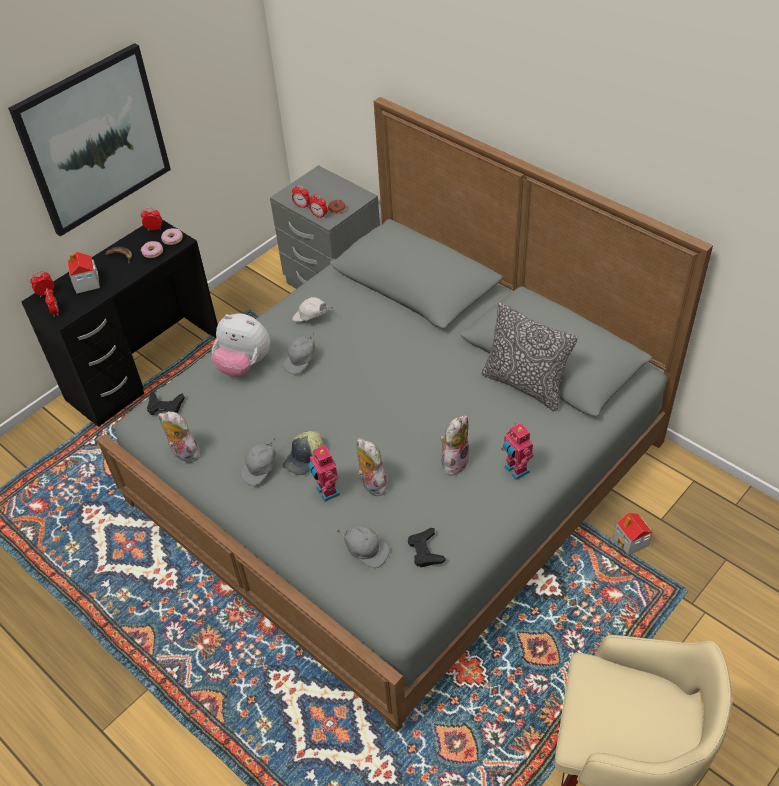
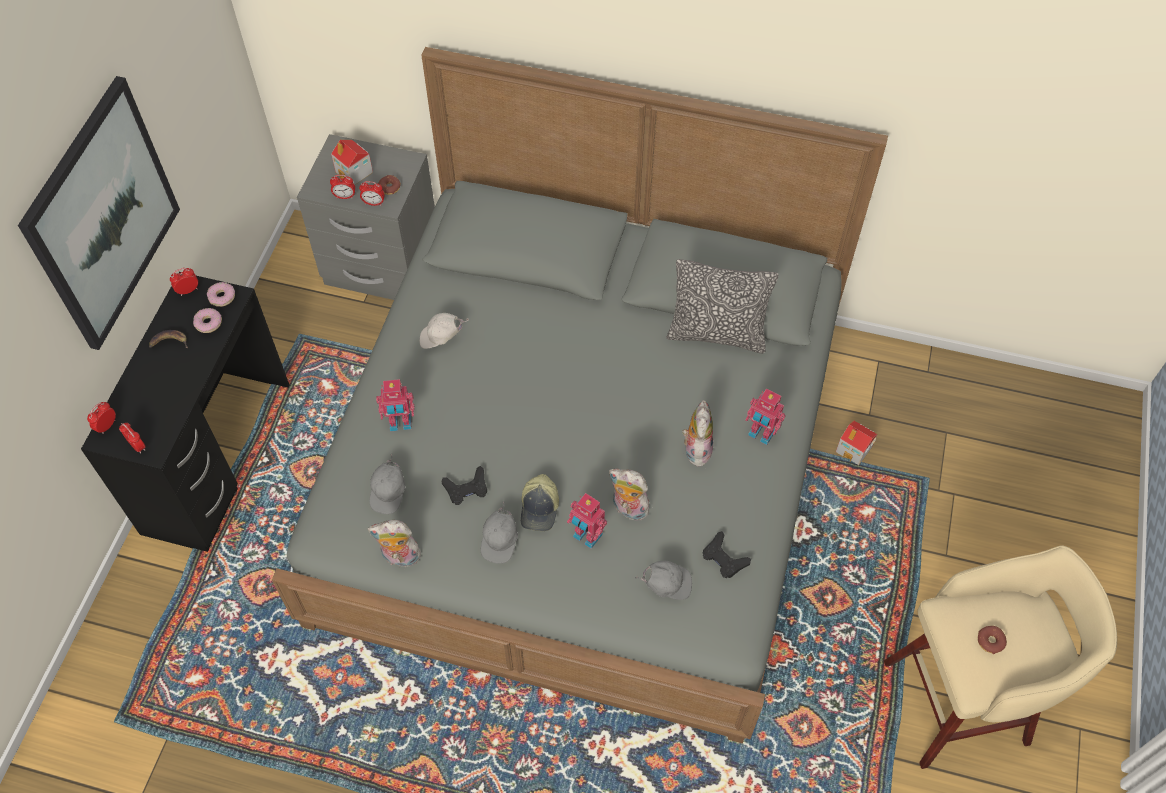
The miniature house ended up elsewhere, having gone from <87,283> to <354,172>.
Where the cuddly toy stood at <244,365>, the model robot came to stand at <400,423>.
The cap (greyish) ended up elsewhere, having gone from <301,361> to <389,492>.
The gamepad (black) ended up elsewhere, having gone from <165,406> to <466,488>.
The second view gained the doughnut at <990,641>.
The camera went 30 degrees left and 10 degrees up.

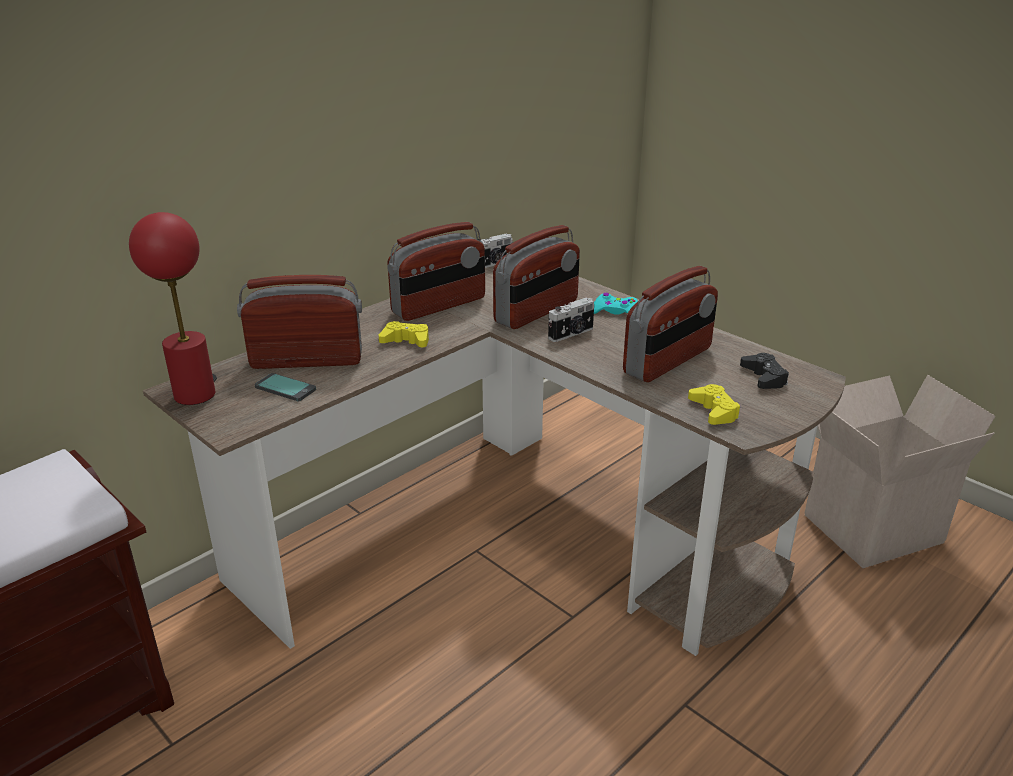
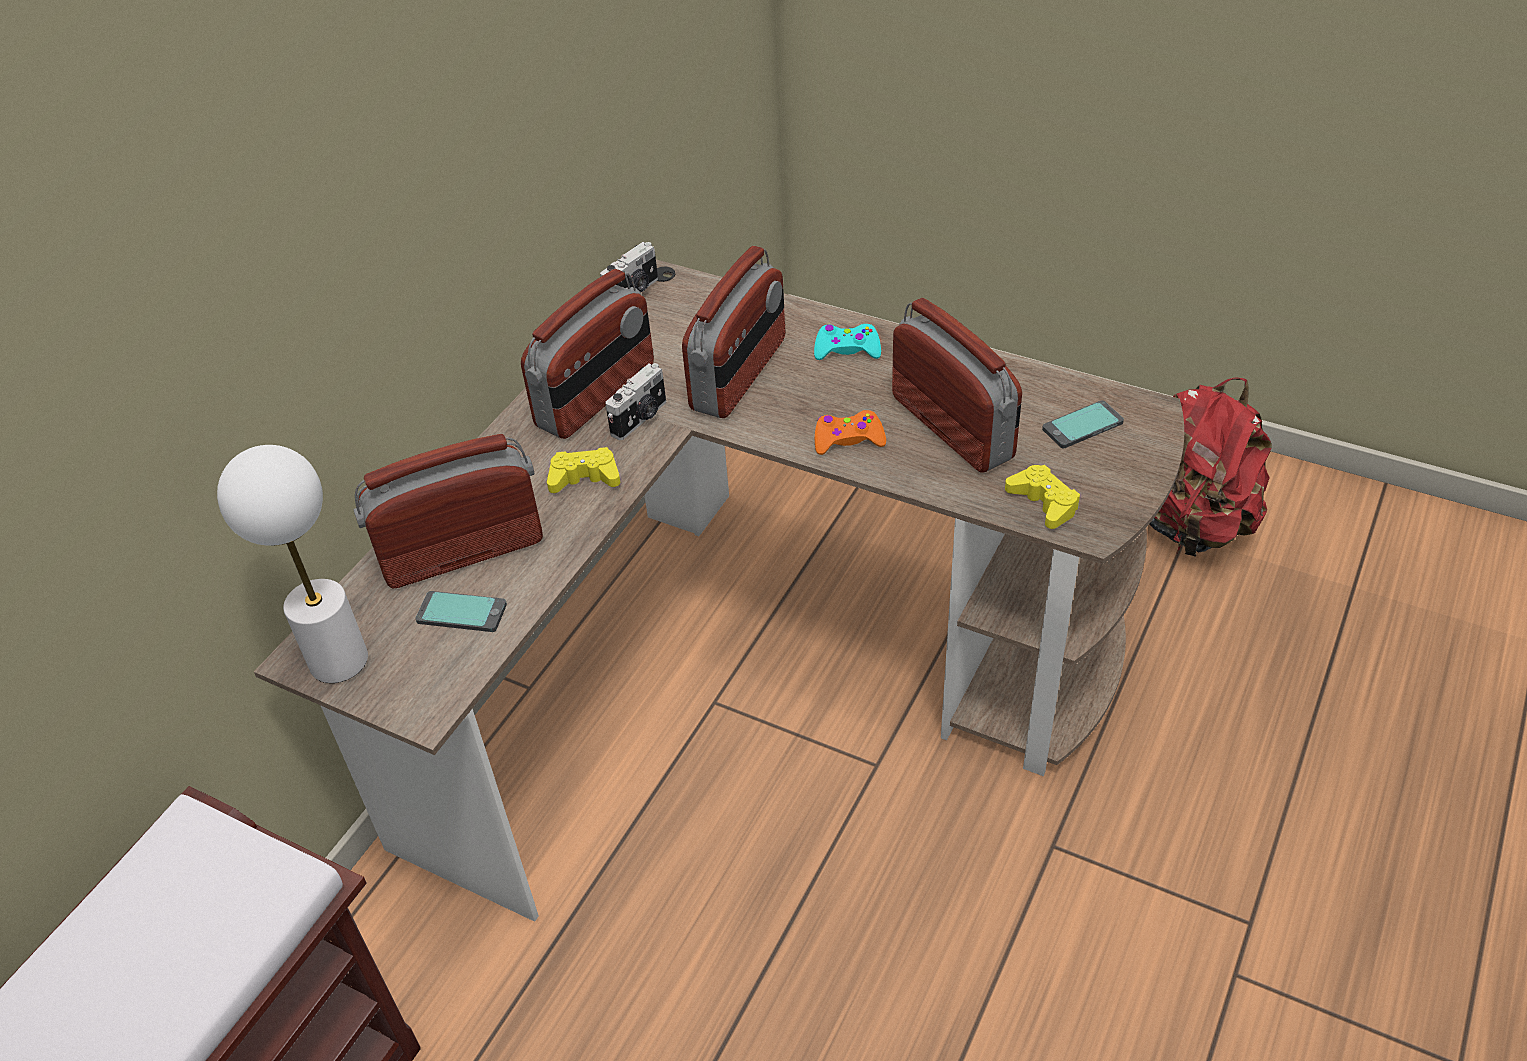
What was the table lamp (red-coloured) at <194,395> turned into the table lamp (white-coloured) at <339,661>.
The radio at <668,361> ended up facing another way, 60 degrees counterclockwise from before.
The still camera ended up elsewhere, having gone from <572,334> to <641,418>.
Where the gamepad (black) stood at <764,377>, the handset came to stand at <1083,426>.
Where the cardboard box stood at <871,526>, the knapsack (red-coloured) came to stand at <1192,525>.
The second view gained the gamepad (orangey) at <848,439>.
The camera went 15 degrees left and 15 degrees up.

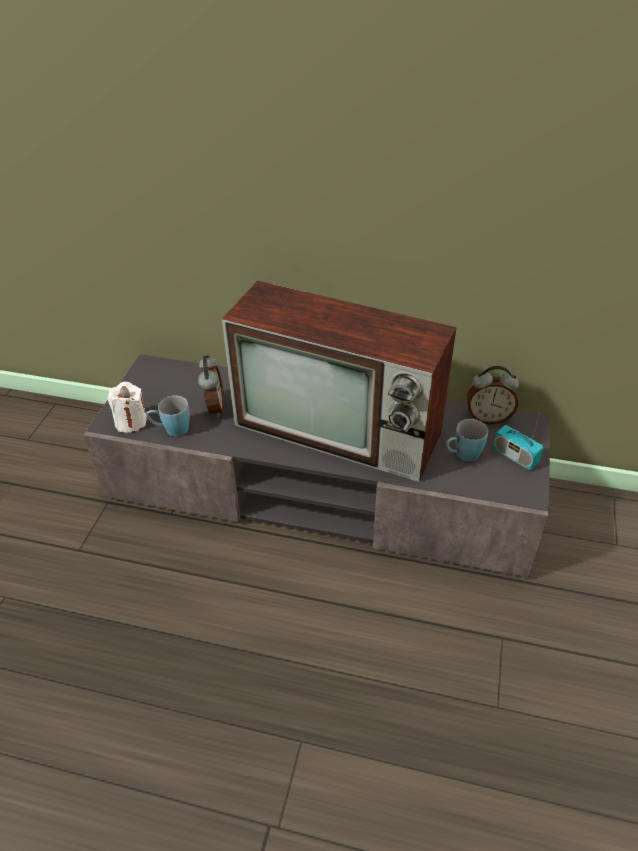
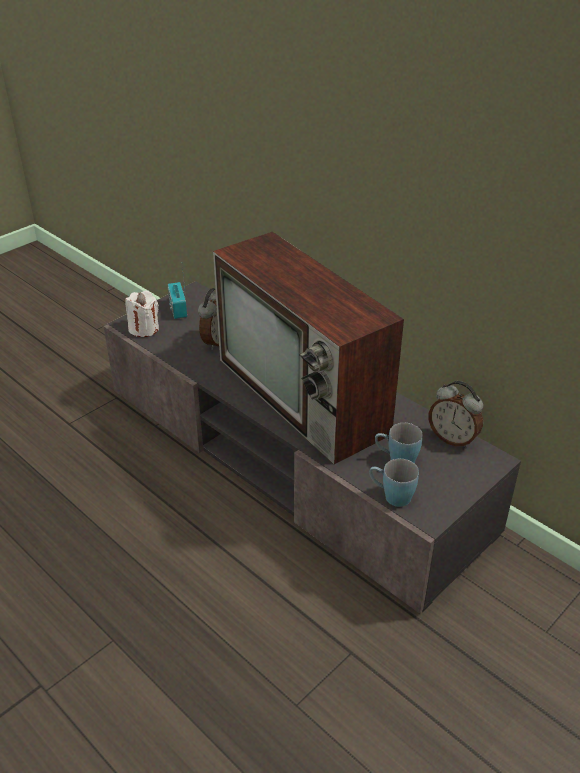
The coffee mug (bluish) ended up elsewhere, having gone from <171,430> to <391,496>.
The radio ended up elsewhere, having gone from <515,456> to <178,309>.
The camera went 30 degrees right and 5 degrees down.

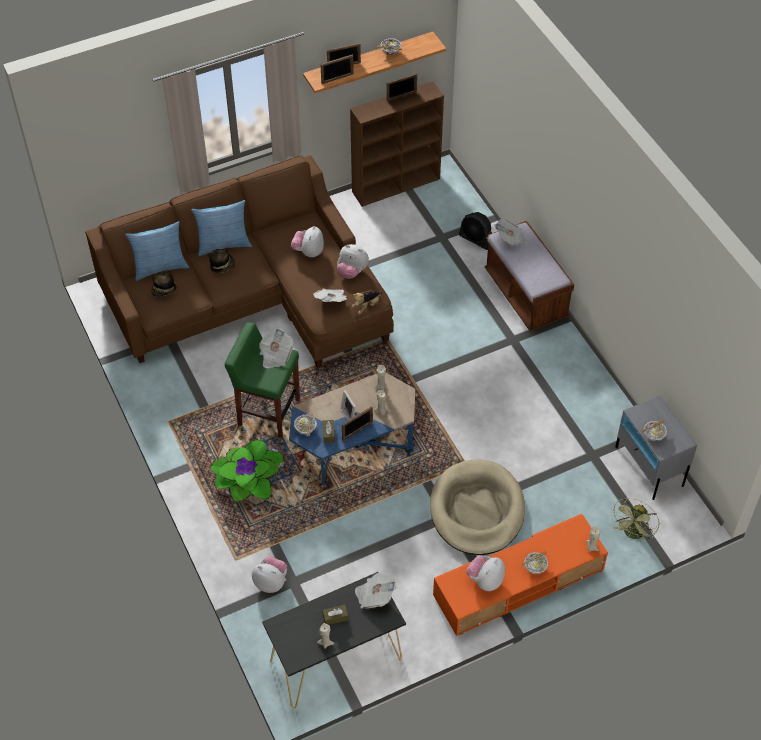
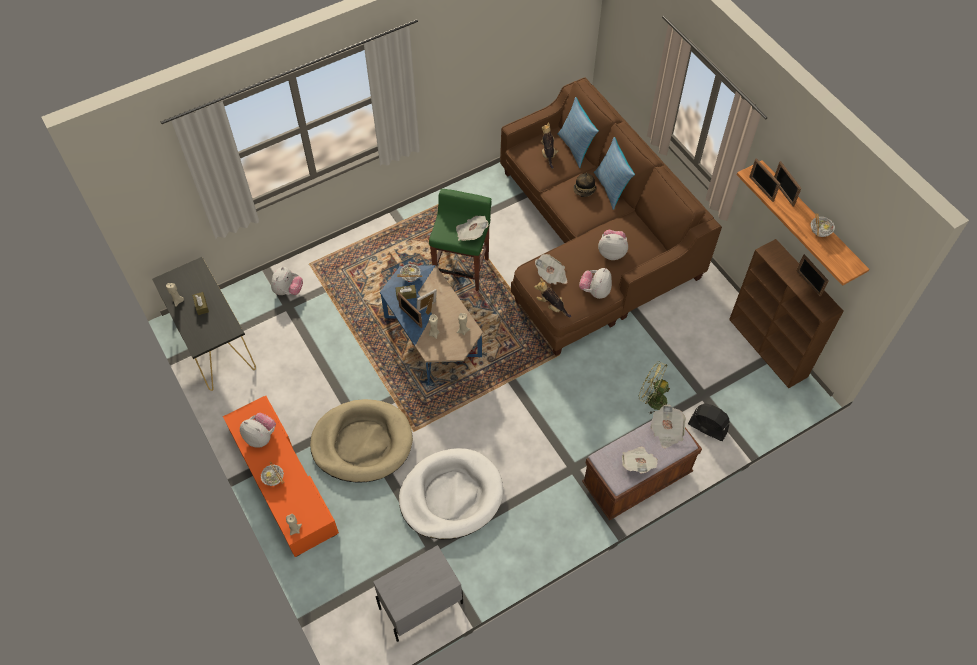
The fan (black) at <476,239> ended up facing another way, 90 degrees clockwise from before.
Where the hat stood at <164,290>, the cuddly toy came to stand at <548,153>.
The second view lost the deep dish at <653,435>.
The second view lost the plant in a pot at <249,481>.
The fan (greenish) ended up elsewhere, having gone from <632,534> to <652,400>.
The newspaper ended up elsewhere, having gone from <374,595> to <638,463>.
The second view gained the dog cushion (white-coloured) at <451,496>.
The camera went 85 degrees right and 5 degrees up.

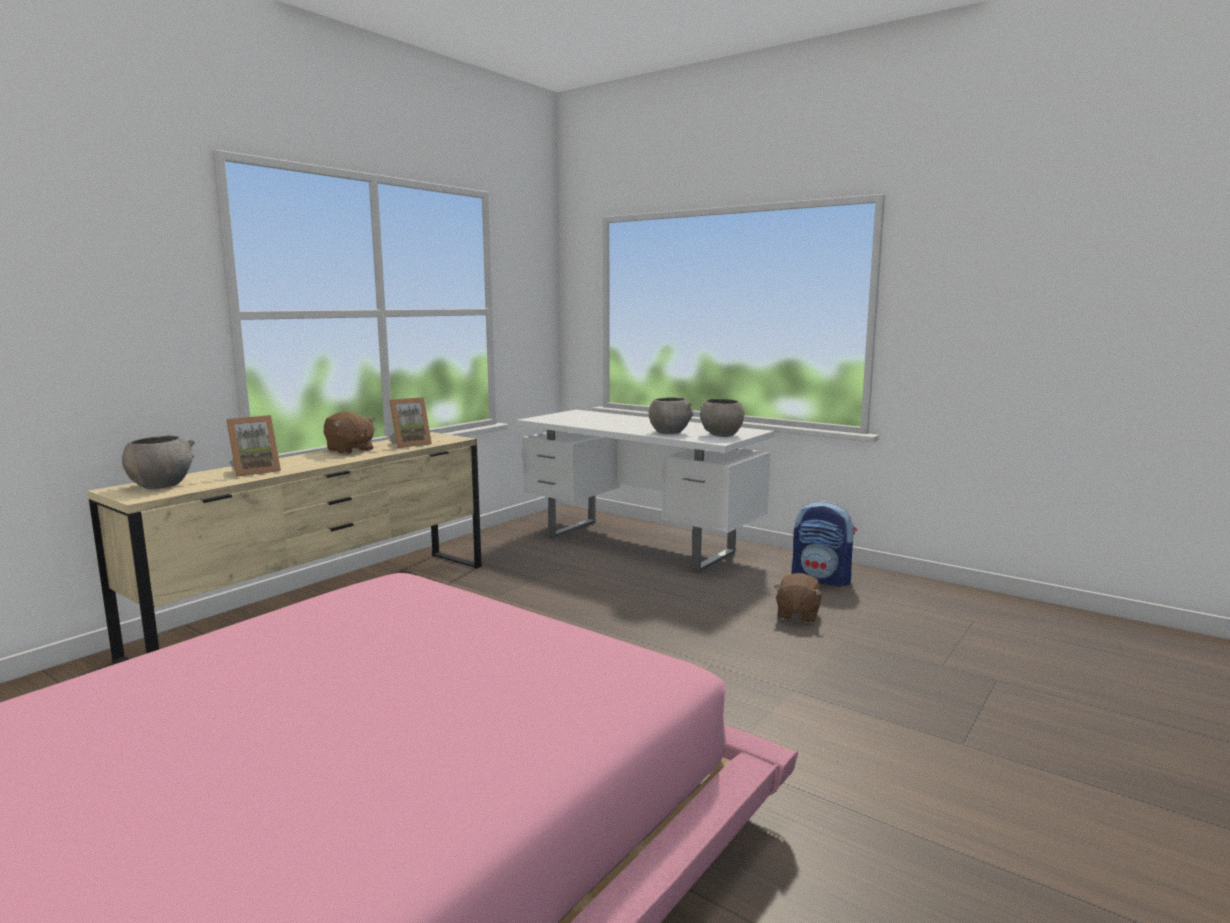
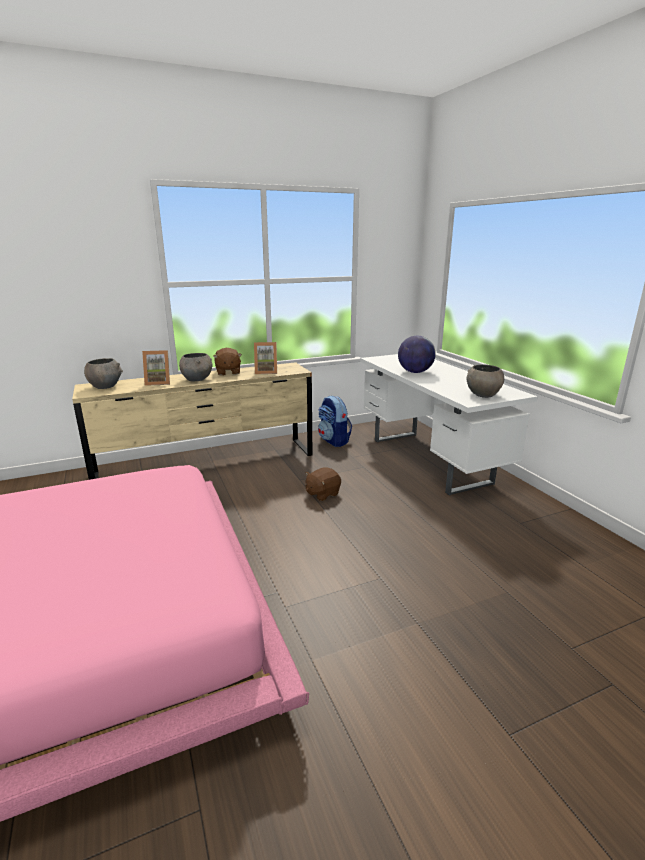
The deep dish (greyish) ended up elsewhere, having gone from <670,432> to <197,379>.
The knapsack ended up elsewhere, having gone from <822,579> to <334,441>.
The cuddly toy (brown-coloured) ended up elsewhere, having gone from <797,615> to <322,494>.
The second view gained the world globe at <415,372>.
The camera went 30 degrees right and 10 degrees up.

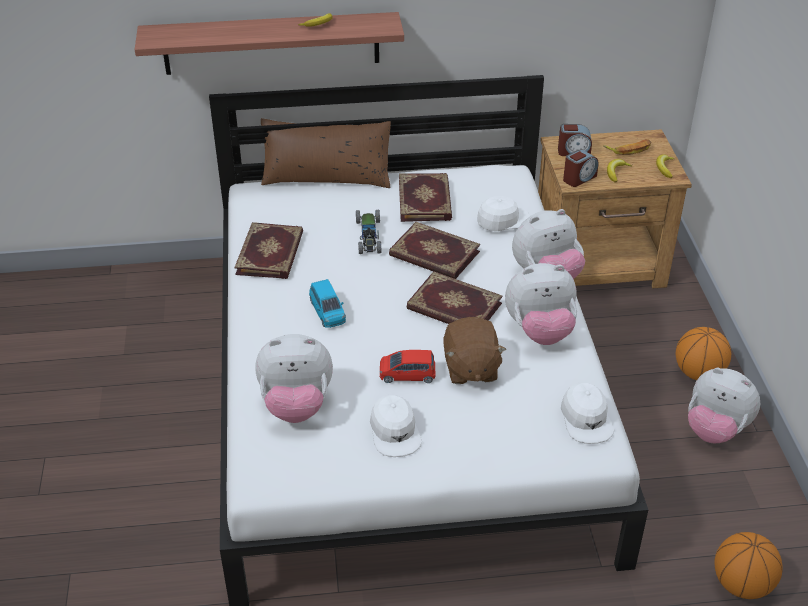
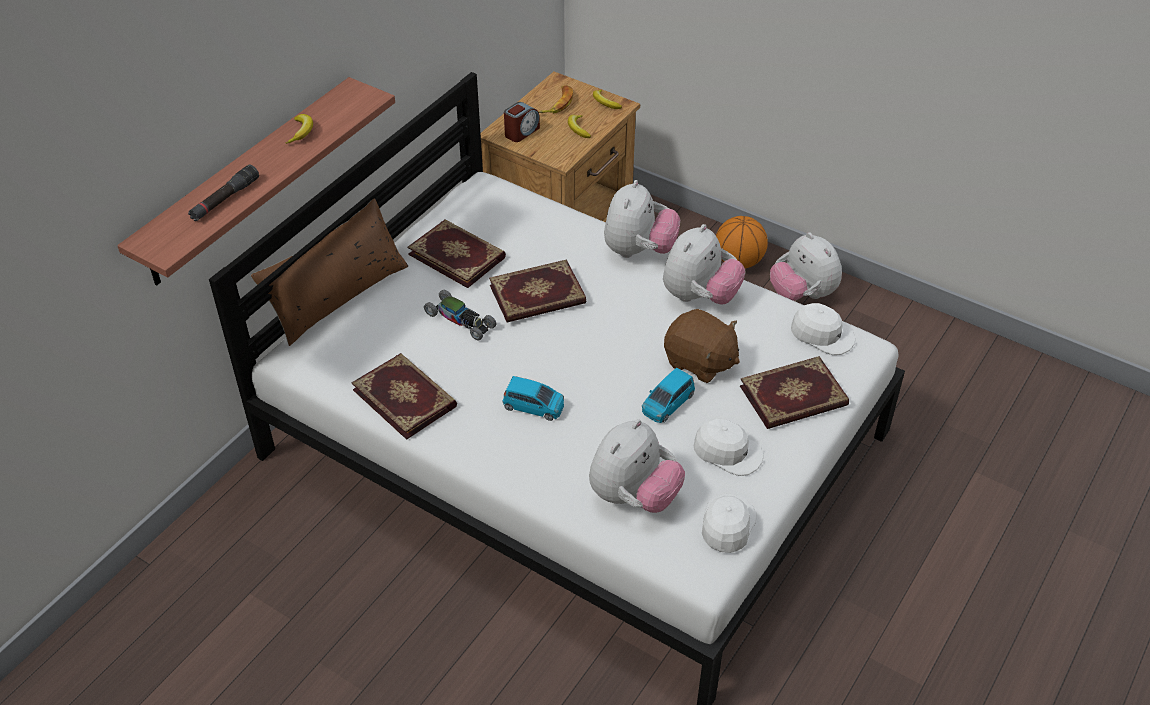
The second view lost the table clock at <579,178>.
The cap (white-coloured) ended up elsewhere, having gone from <502,220> to <727,525>.
The book ended up elsewhere, having gone from <453,307> to <794,397>.
What was the miniature car (red-coloured) at <407,374> turned into the miniature car (bluish) at <667,404>.
The cuddly toy at <715,430> ended up facing another way, 75 degrees clockwise from before.
The second view lost the basketball ball at <741,584>.
The second view gained the torch (black) at <225,199>.
The camera went 50 degrees left and 5 degrees up.

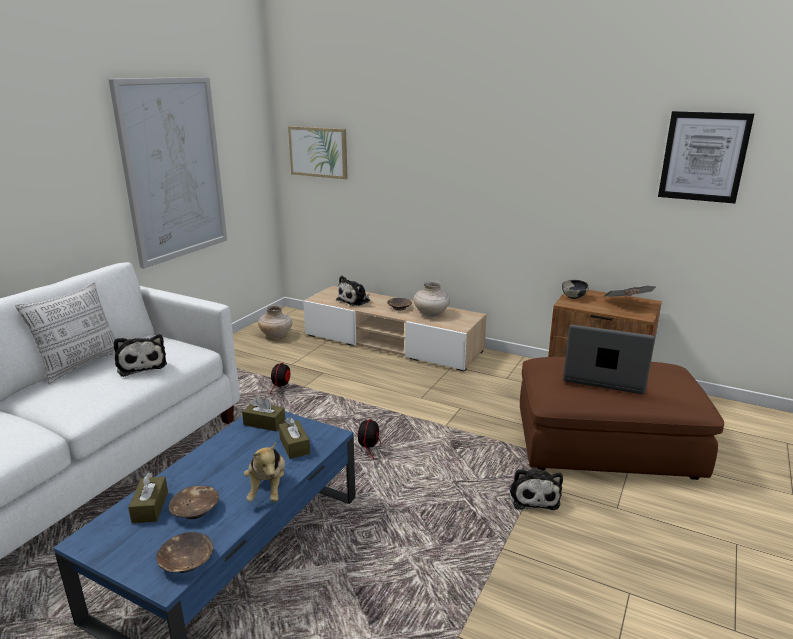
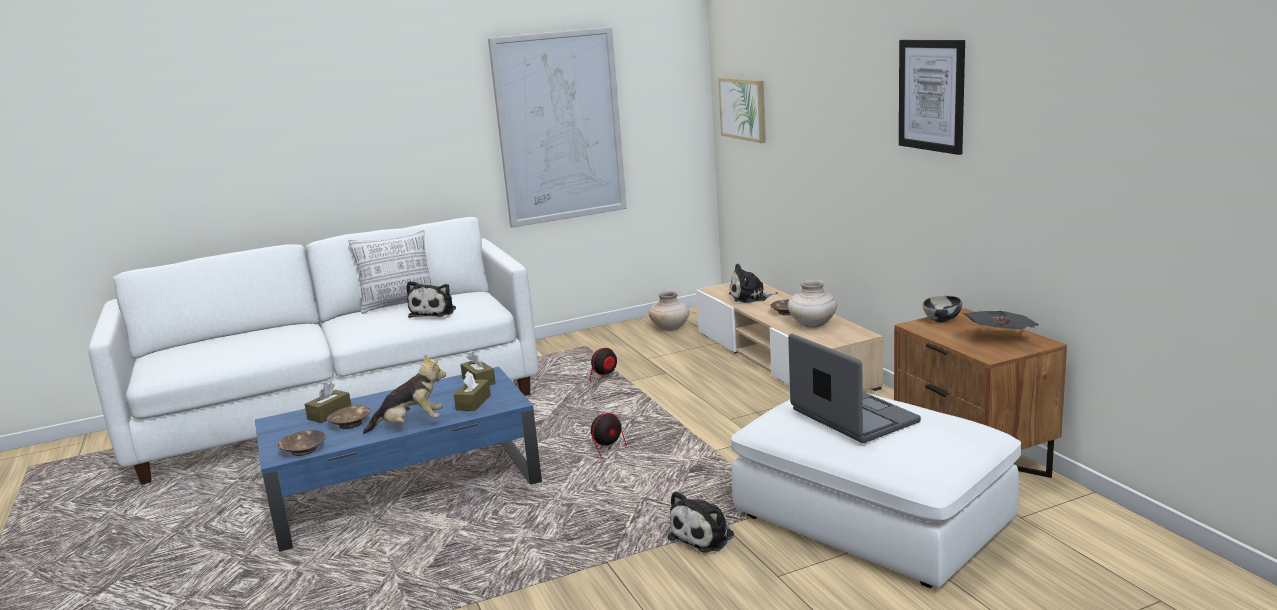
The picture ended up elsewhere, having gone from <703,157> to <931,95>.
What was the footrest (brown-coloured) at <604,444> turned into the footrest (white-coloured) at <869,519>.
The cuddly toy at <268,489> ended up facing another way, 135 degrees counterclockwise from before.
The camera went 40 degrees right and 5 degrees down.

